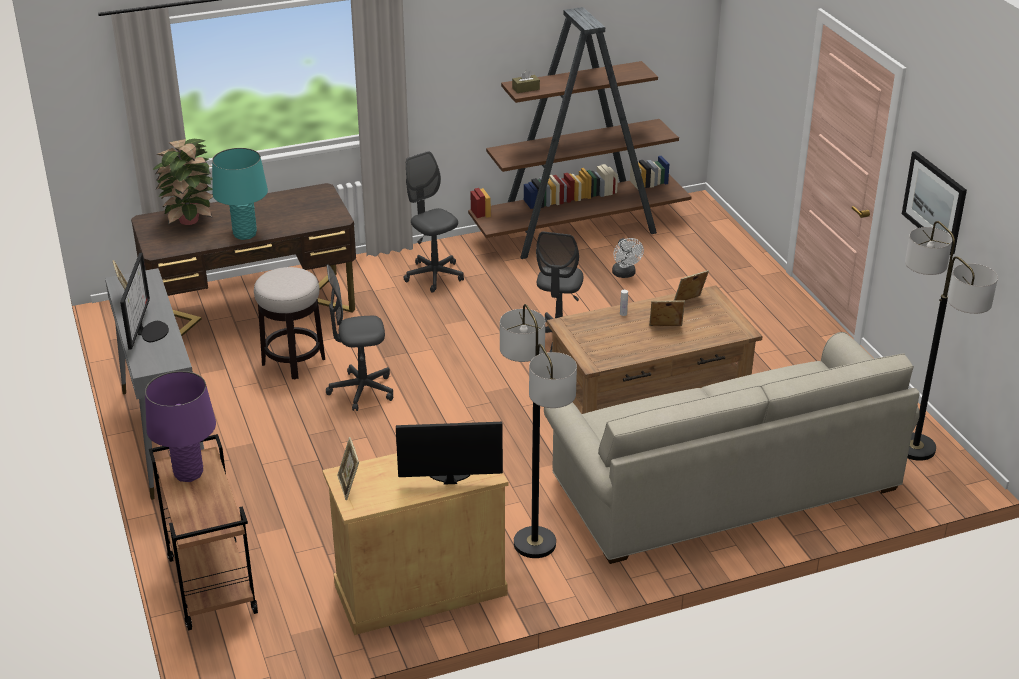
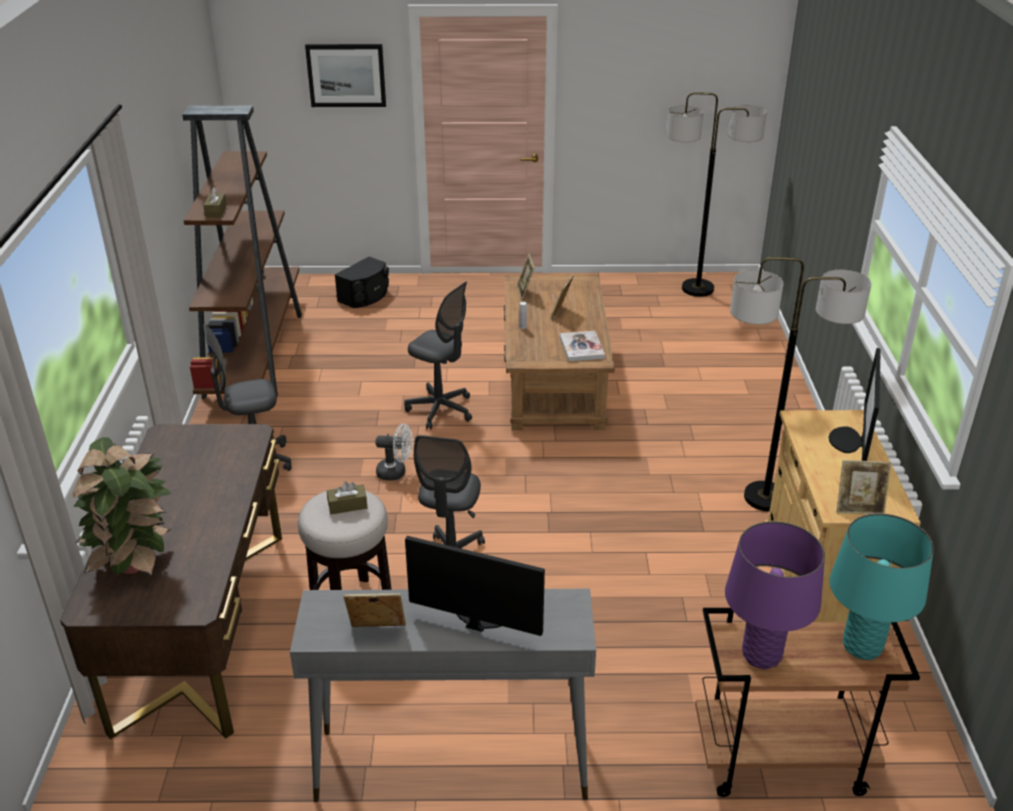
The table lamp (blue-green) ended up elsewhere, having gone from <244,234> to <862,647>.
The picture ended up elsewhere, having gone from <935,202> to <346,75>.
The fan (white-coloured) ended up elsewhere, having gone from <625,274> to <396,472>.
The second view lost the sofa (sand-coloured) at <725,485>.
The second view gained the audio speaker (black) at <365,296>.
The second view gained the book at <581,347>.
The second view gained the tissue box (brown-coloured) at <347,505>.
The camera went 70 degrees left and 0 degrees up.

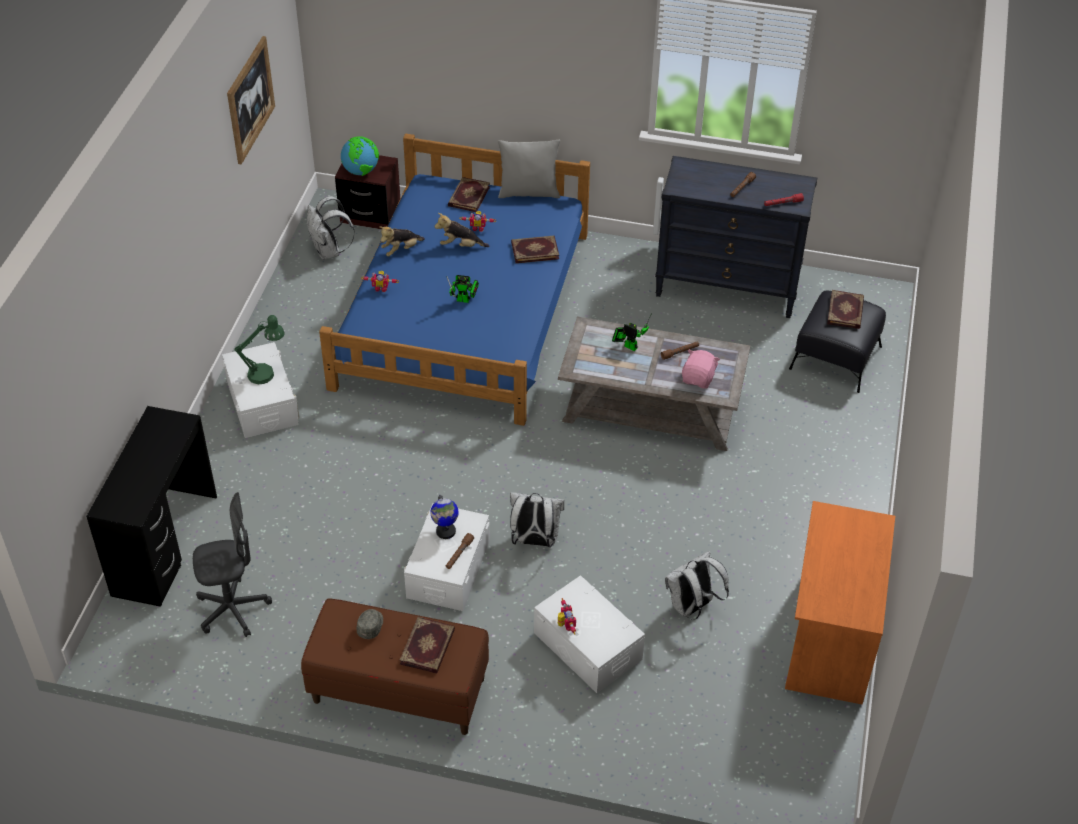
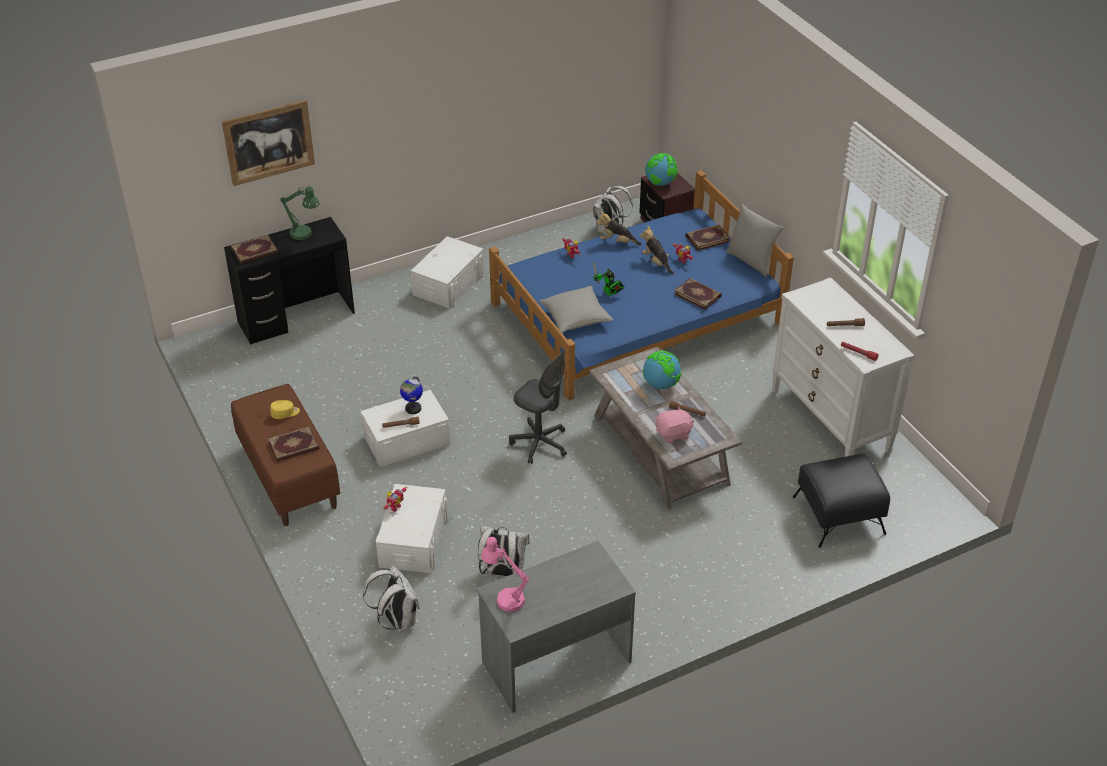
The picture ended up elsewhere, having gone from <250,99> to <269,142>.
What was the drawer chest (black) at <727,288> turned into the drawer chest (white-coloured) at <831,420>.
The book ended up elsewhere, having gone from <846,311> to <255,251>.
Where the model robot stood at <628,346>, the world globe came to stand at <661,384>.
The table lamp (greenish) ended up elsewhere, having gone from <266,373> to <305,234>.
The computer chair (greyish) ended up elsewhere, having gone from <233,609> to <540,443>.
The knapsack (white-coloured) ended up elsewhere, having gone from <534,541> to <397,620>.
What was the desk table (orangey) at <829,637> turned into the desk table (greyish) at <555,660>.
What was the cap (greyish) at <371,626> turned into the cap (yellow) at <285,413>.
The second view gained the pillow (greyish) at <575,318>.
The second view gained the table lamp (pink-coloured) at <505,598>.
The camera went 50 degrees right and 5 degrees down.

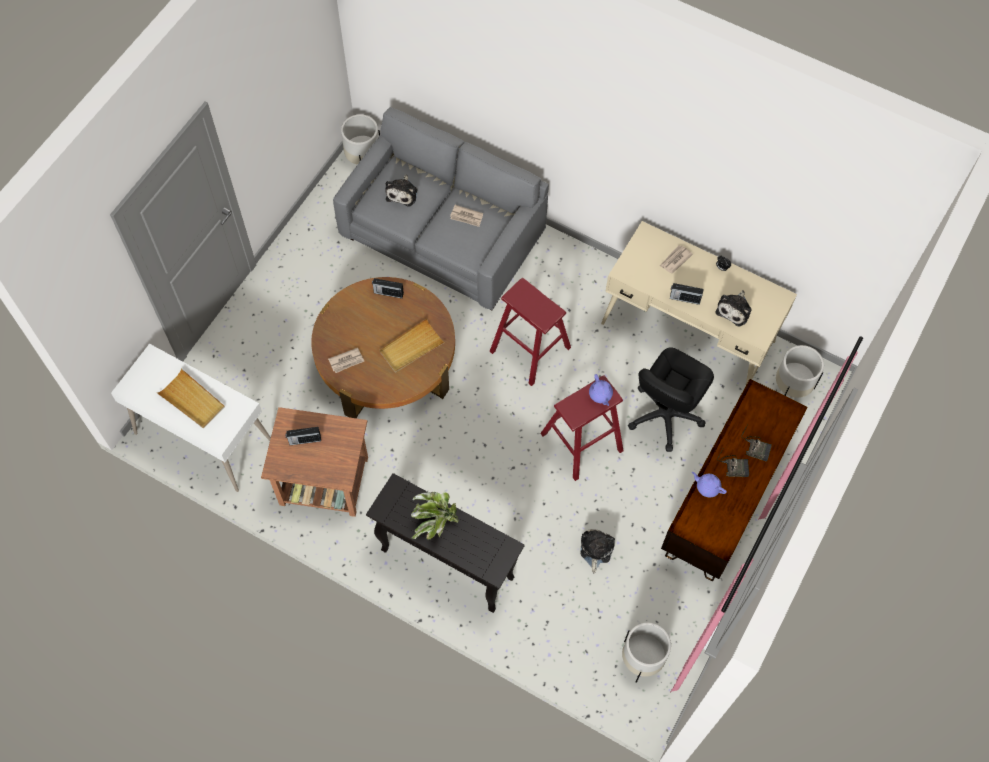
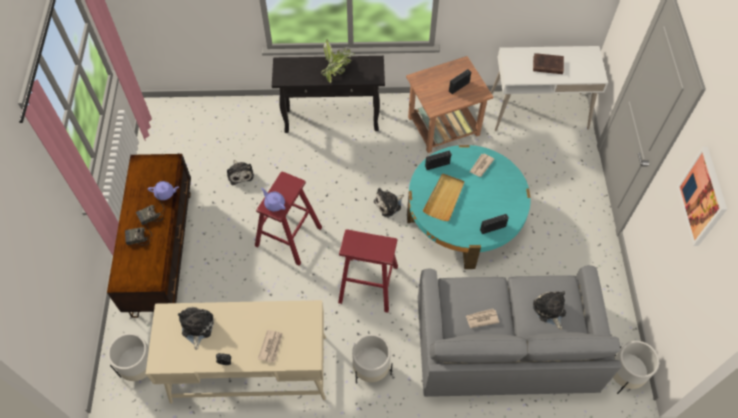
What was the low table (brown-coloured) at <386,363> turned into the low table (blue-green) at <464,217>.
The radio ended up elsewhere, having gone from <684,298> to <437,165>.
The second view lost the computer chair (black) at <664,415>.
Where the carrying tray (sand-coloured) stood at <192,400>, the book (brown-coloured) came to stand at <546,65>.
The plant pot (white-coloured) ended up elsewhere, having gone from <642,659> to <371,369>.
The second view gained the picture at <703,197>.
The second view gained the cuddly toy at <389,204>.
The camera went 150 degrees right and 5 degrees down.

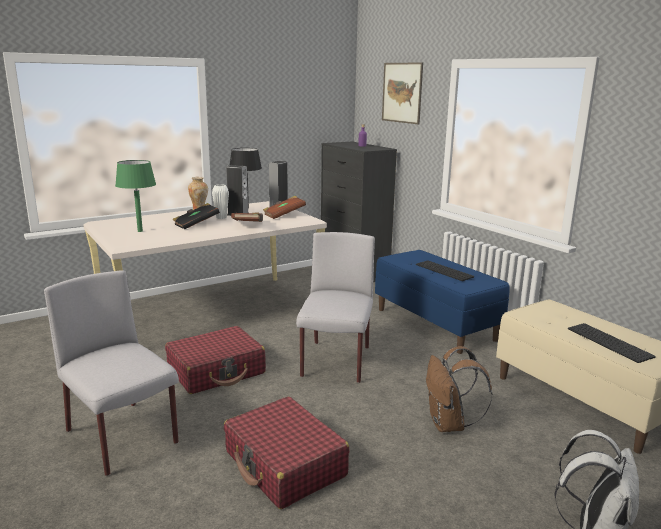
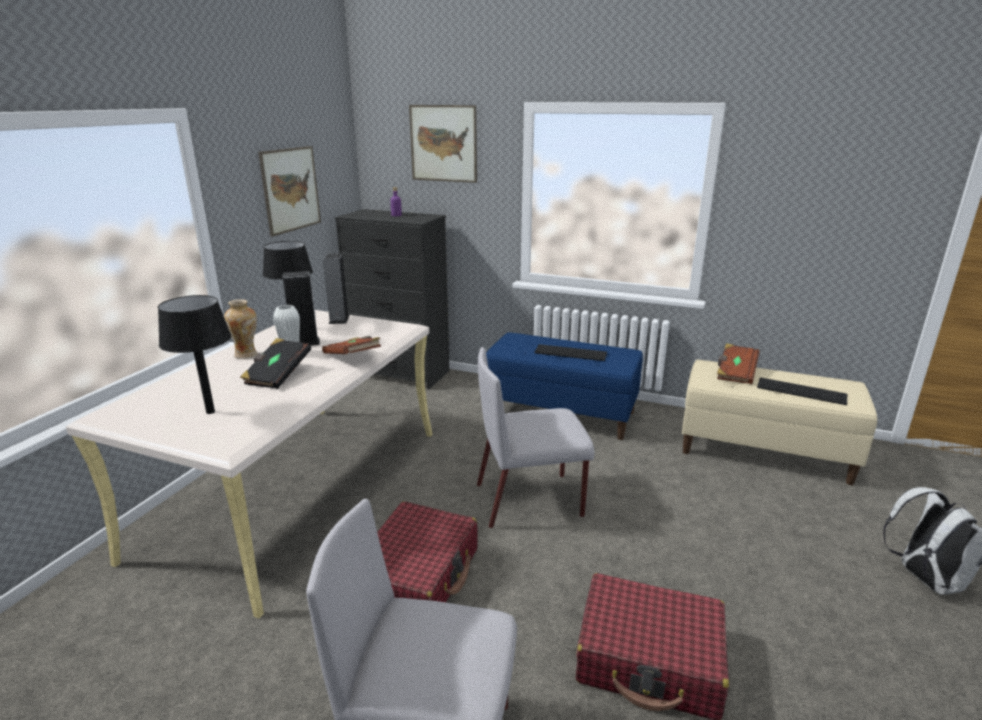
What was the table lamp (greenish) at <140,231> turned into the table lamp (black) at <210,412>.
The book (brown-coloured) ended up elsewhere, having gone from <284,215> to <735,373>.
The plain chair (greyish) at <336,362> ended up facing another way, 75 degrees counterclockwise from before.
The second view lost the knapsack (brown-coloured) at <449,424>.
The second view gained the picture at <291,189>.
The camera went 35 degrees left and 5 degrees up.

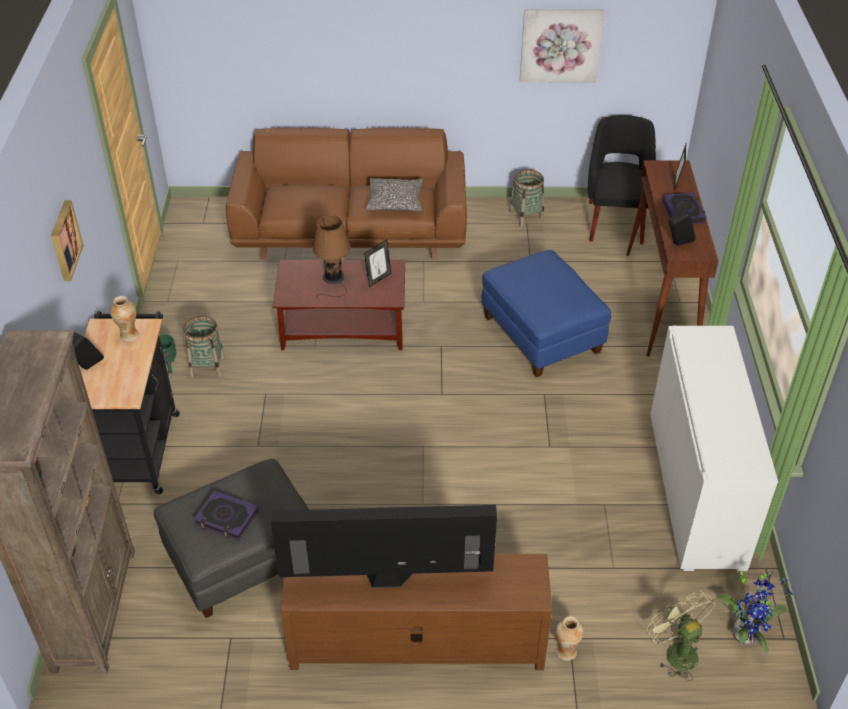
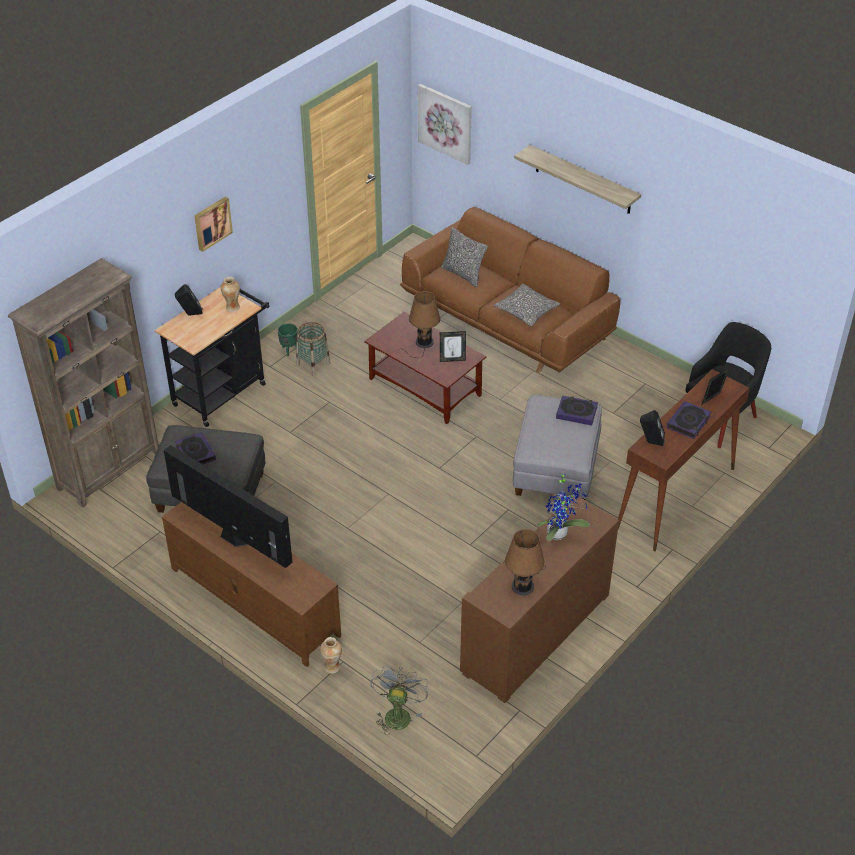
The picture ended up elsewhere, having gone from <560,44> to <445,123>.
The second view lost the storage basket at <526,216>.
What was the footrest (bluish) at <542,336> turned into the footrest (greyish) at <555,470>.
What was the cabinet (white-coloured) at <695,489> turned into the cabinet (brown-coloured) at <536,633>.
The plant in a pot ended up elsewhere, having gone from <746,633> to <560,533>.
What was the fan (greenish) at <676,651> turned into the fan (greyish) at <398,713>.
The second view gained the wall shelf at <583,180>.
The second view gained the pillow at <463,274>.
The second view gained the book at <576,412>.
The second view gained the table lamp (brown-coloured) at <523,584>.
The camera went 40 degrees right and 0 degrees up.

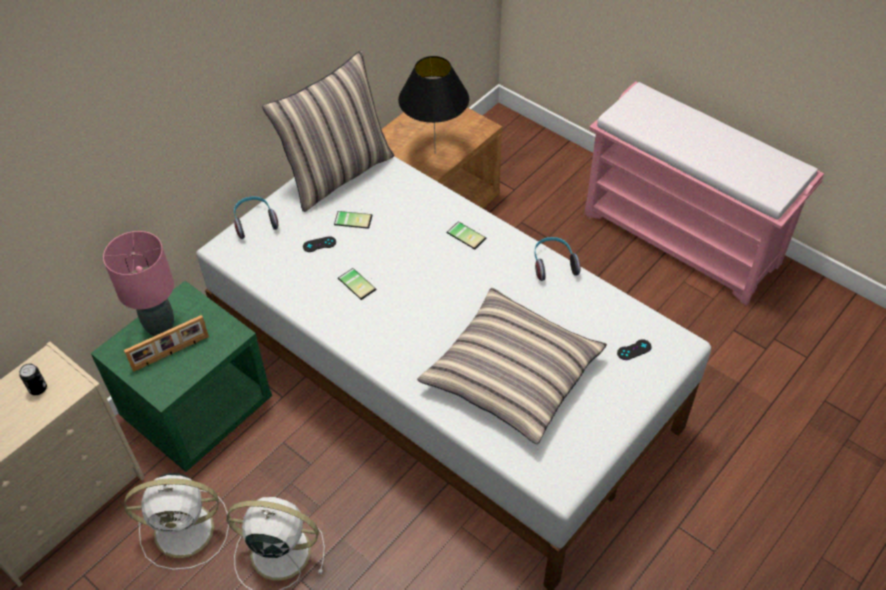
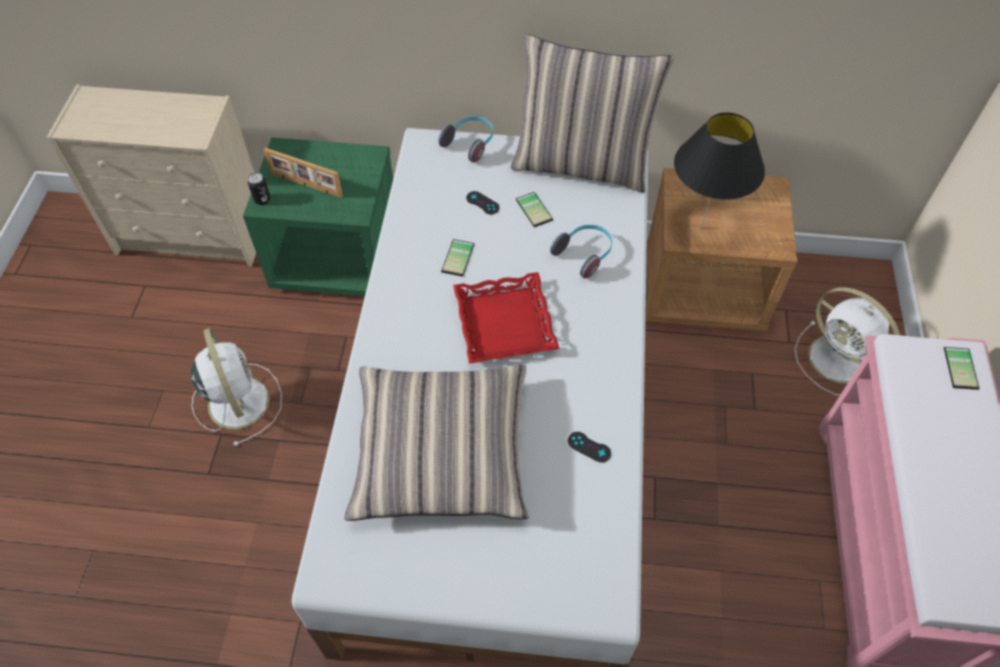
The handset ended up elsewhere, having gone from <467,234> to <963,368>.
The second view lost the table lamp (pink-coloured) at <160,326>.
The headset ended up elsewhere, having gone from <553,264> to <584,254>.
The gamepad (black) ended up elsewhere, having gone from <634,350> to <589,447>.
The can ended up elsewhere, having gone from <38,388> to <262,199>.
The fan (white-coloured) ended up elsewhere, having gone from <187,530> to <840,360>.
The second view gained the carrying tray (red-coloured) at <503,323>.
The camera went 55 degrees right and 5 degrees up.

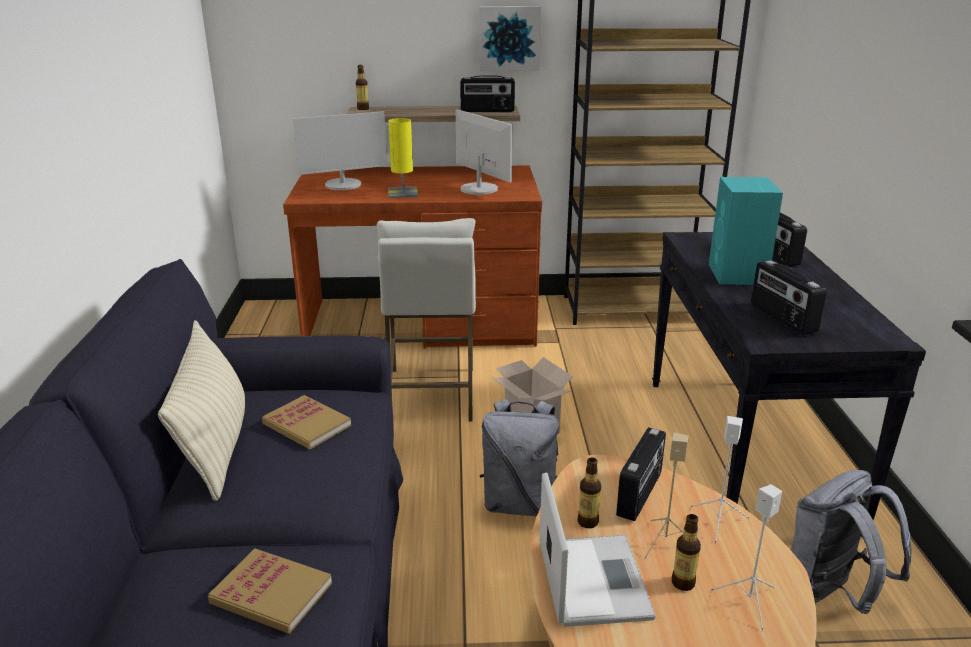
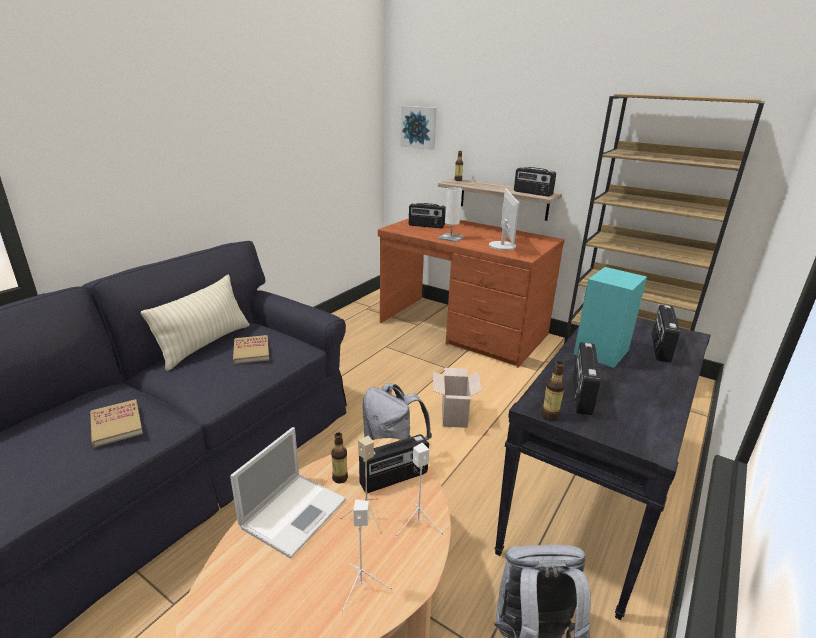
The picture ended up elsewhere, having gone from <509,38> to <419,127>.
Where the computer display stood at <343,185>, the radio came to stand at <426,226>.
What was the table lamp (yellow) at <403,193> turned into the table lamp (white-coloured) at <451,238>.
The second view lost the stool (white-coloured) at <431,395>.
The beverage bottle ended up elsewhere, having gone from <683,583> to <550,416>.
The camera went 35 degrees right and 0 degrees up.

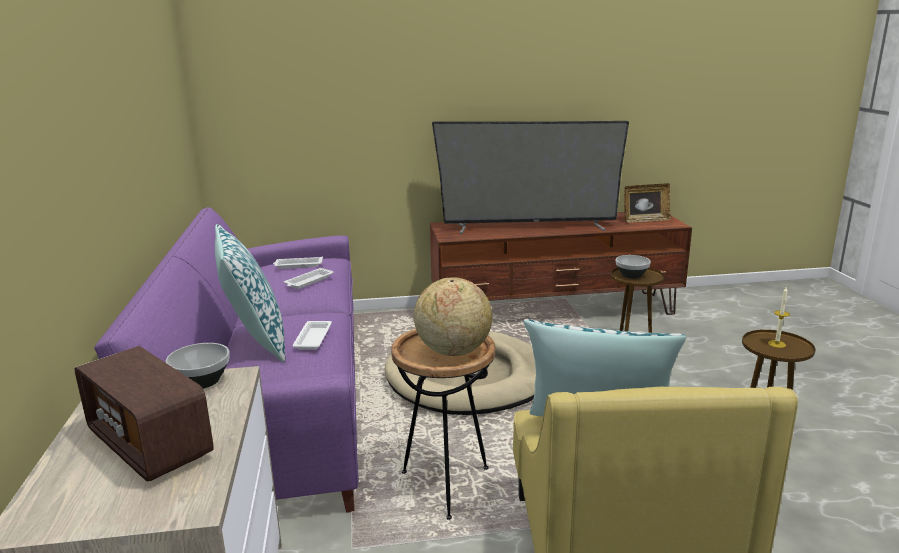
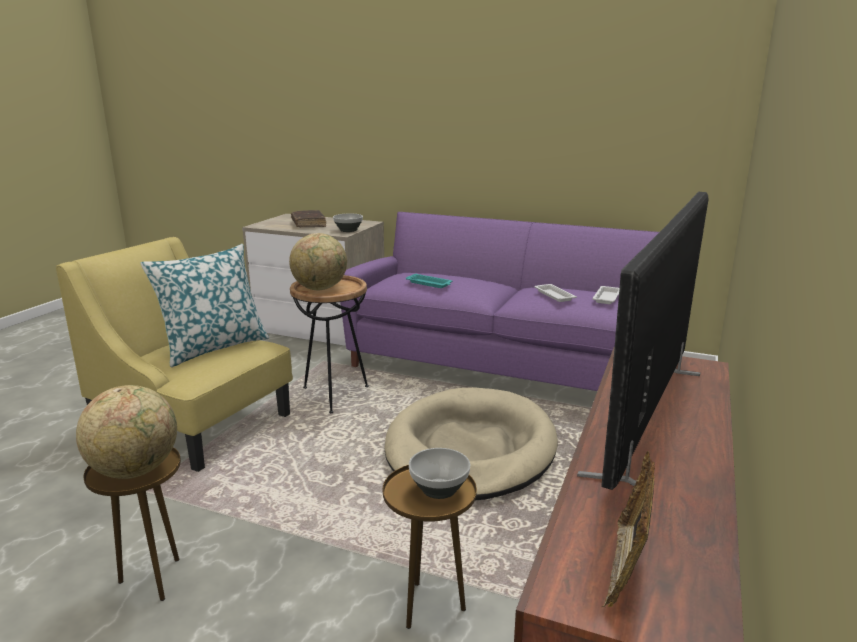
The second view lost the pillow at <255,340>.
Where the wax light stood at <776,344>, the world globe came to stand at <135,470>.
What was the carrying tray (white-coloured) at <313,338> turned into the carrying tray (blue-green) at <429,284>.
Where the radio stood at <150,444>, the book (brown-coloured) came to stand at <308,224>.
The camera went 120 degrees right and 0 degrees up.

